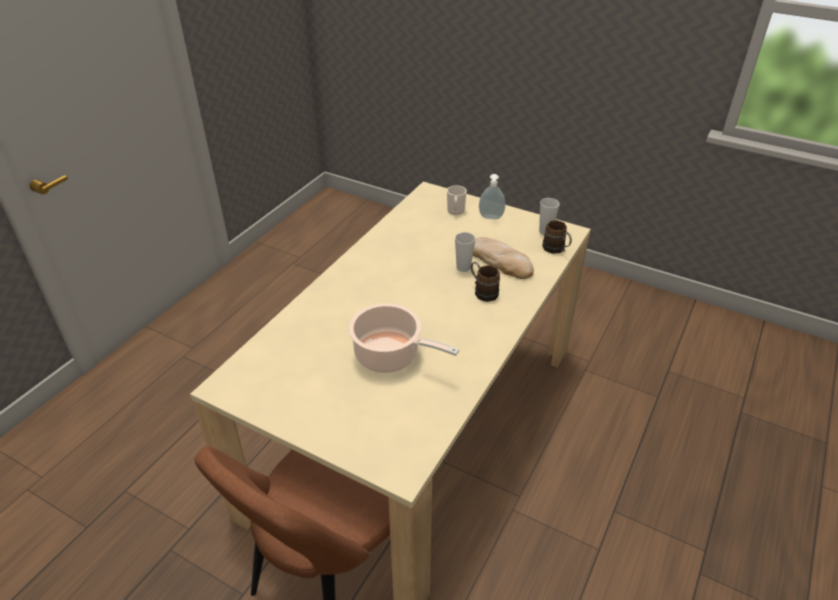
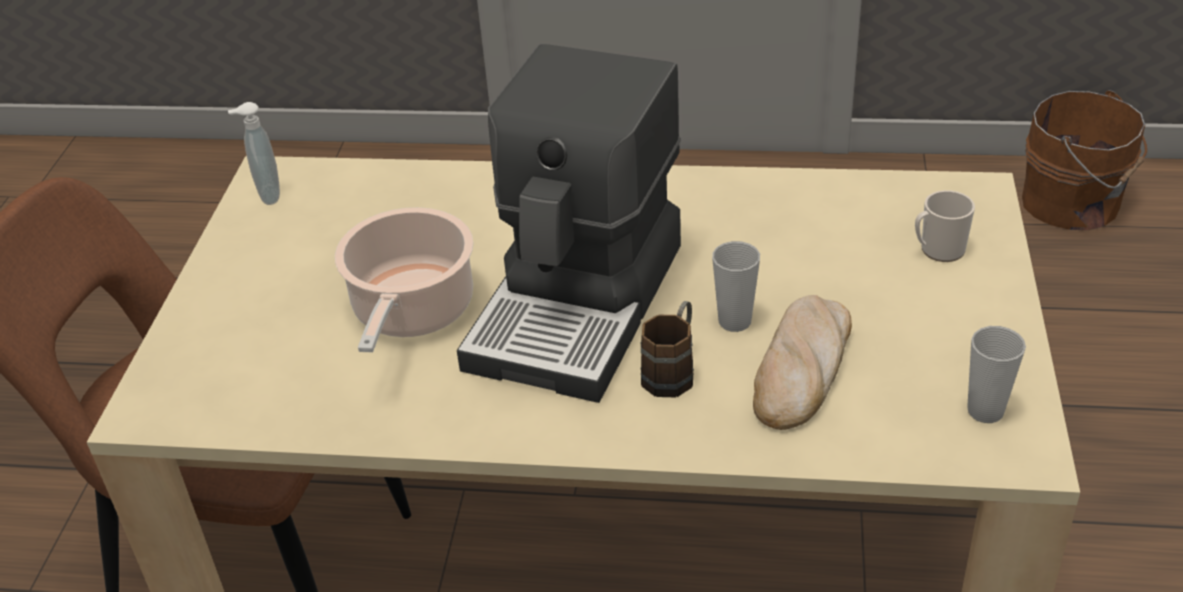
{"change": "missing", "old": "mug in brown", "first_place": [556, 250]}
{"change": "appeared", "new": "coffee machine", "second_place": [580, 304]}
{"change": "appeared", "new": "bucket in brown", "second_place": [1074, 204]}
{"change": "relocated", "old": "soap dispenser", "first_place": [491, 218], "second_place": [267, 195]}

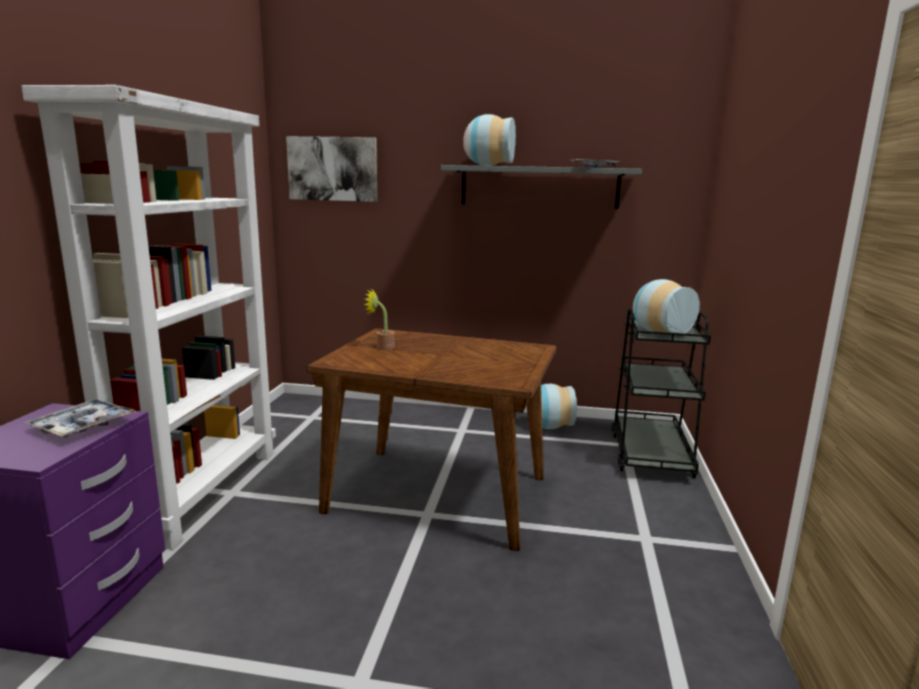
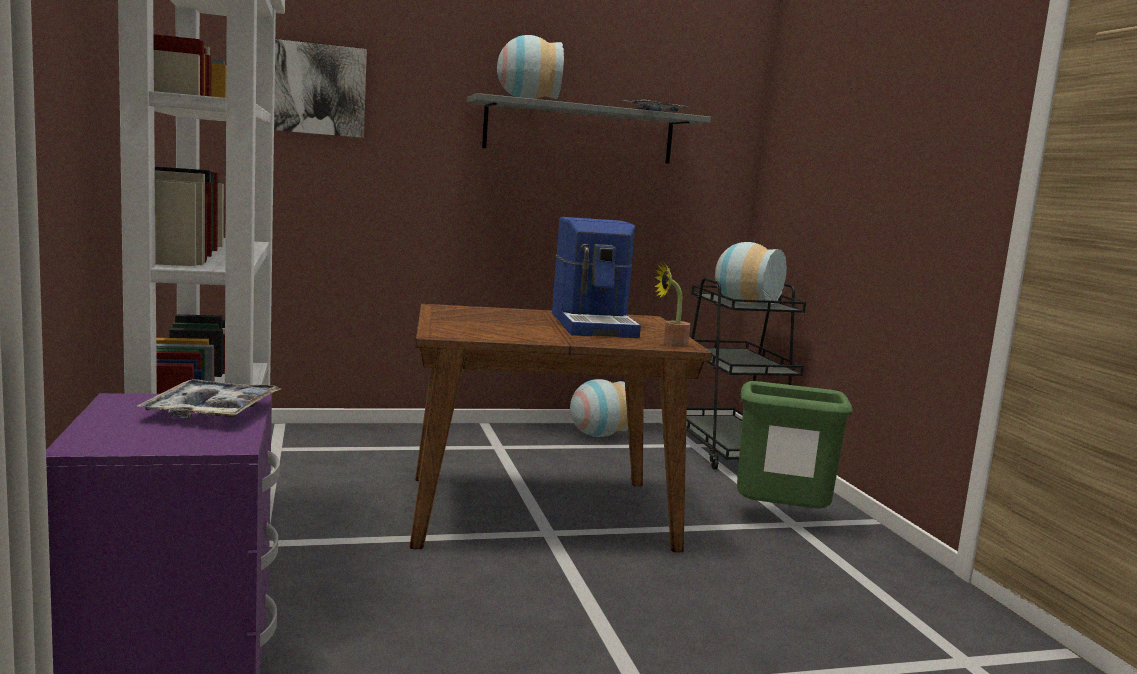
{"change": "appeared", "new": "coffee machine", "second_place": [594, 325]}
{"change": "appeared", "new": "trash can in green", "second_place": [779, 521]}
{"change": "relocated", "old": "potted plant", "first_place": [382, 347], "second_place": [670, 344]}

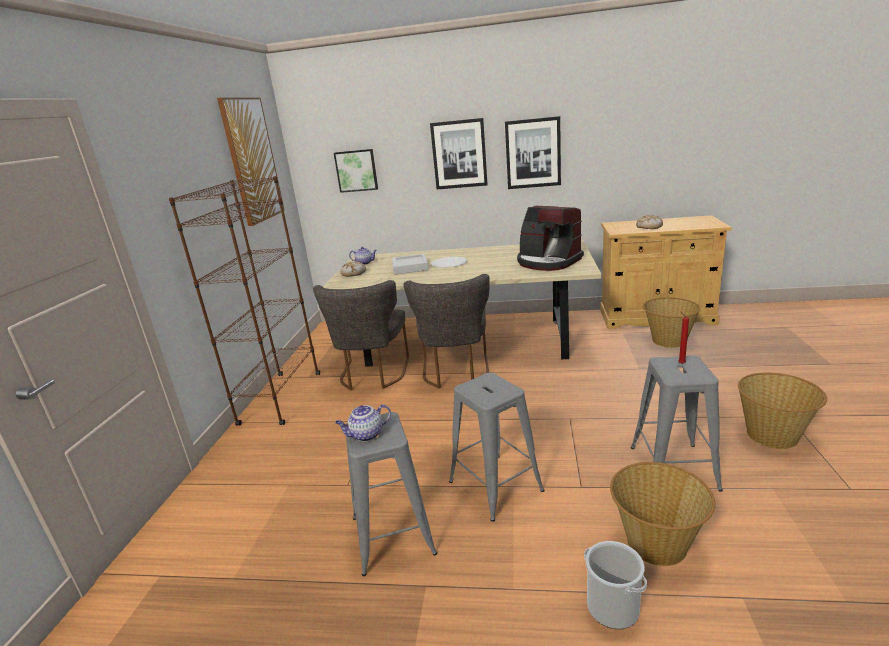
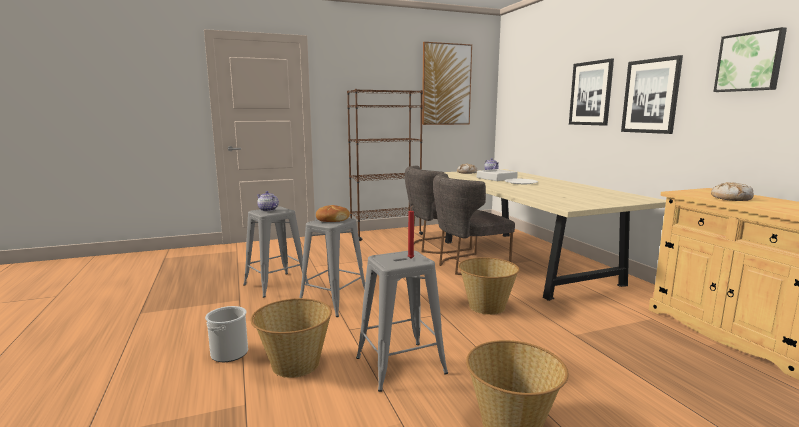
{"change": "missing", "old": "coffee machine", "first_place": [548, 262]}
{"change": "appeared", "new": "bread", "second_place": [332, 219]}
{"change": "relocated", "old": "picture", "first_place": [356, 170], "second_place": [750, 62]}
{"change": "relocated", "old": "basket", "first_place": [668, 340], "second_place": [486, 306]}

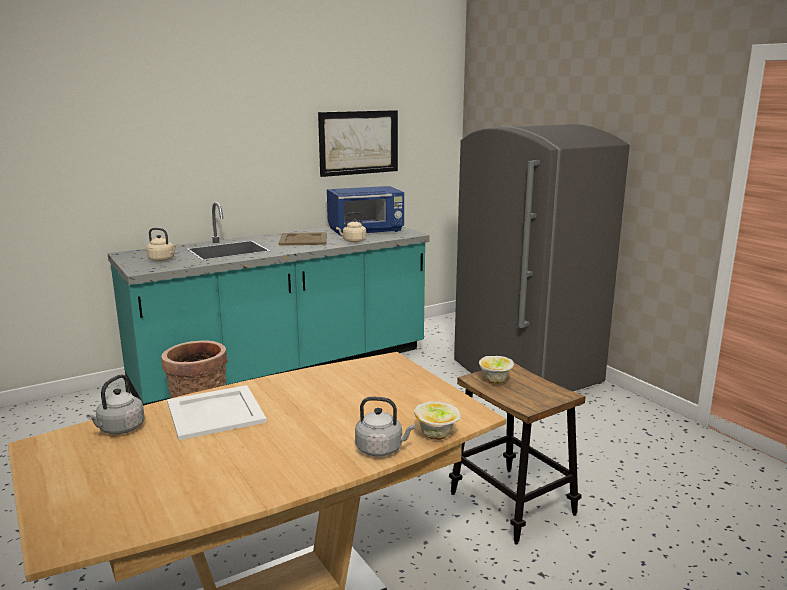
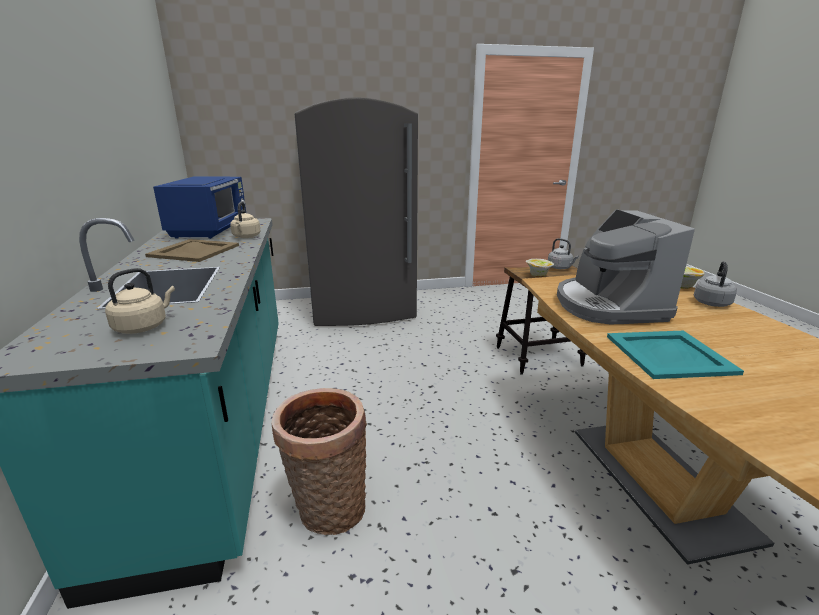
{"change": "missing", "old": "picture", "first_place": [358, 142]}
{"change": "appeared", "new": "coffee machine", "second_place": [608, 305]}
{"change": "relocated", "old": "kettle in grey", "first_place": [119, 429], "second_place": [560, 268]}
{"change": "colour", "old": "tray in white", "new": "tray in turquoise", "first_place": [216, 412], "second_place": [669, 354]}

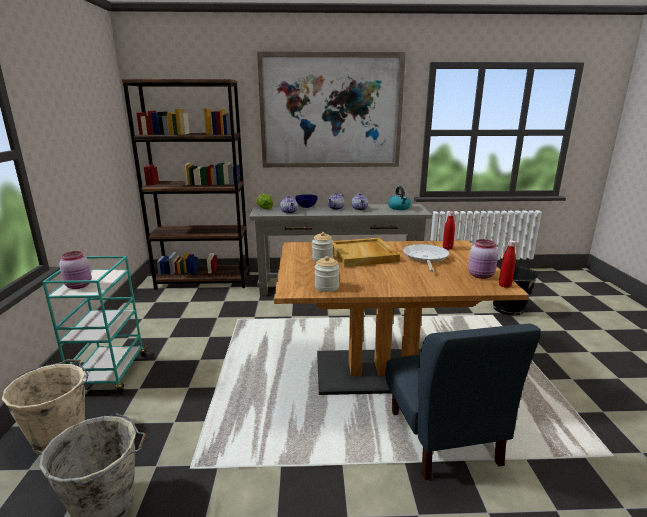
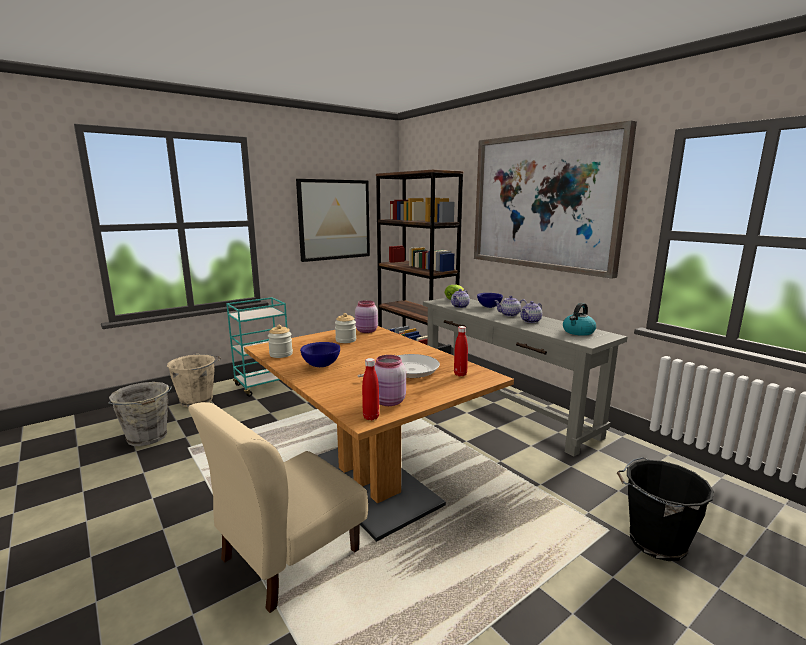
{"change": "missing", "old": "tray in beige", "first_place": [363, 255]}
{"change": "appeared", "new": "picture", "second_place": [334, 220]}
{"change": "appeared", "new": "bowl in blue", "second_place": [321, 365]}
{"change": "relocated", "old": "jar in pink", "first_place": [79, 286], "second_place": [367, 331]}
{"change": "colour", "old": "chair in blue", "new": "chair in beige", "first_place": [443, 438], "second_place": [289, 554]}

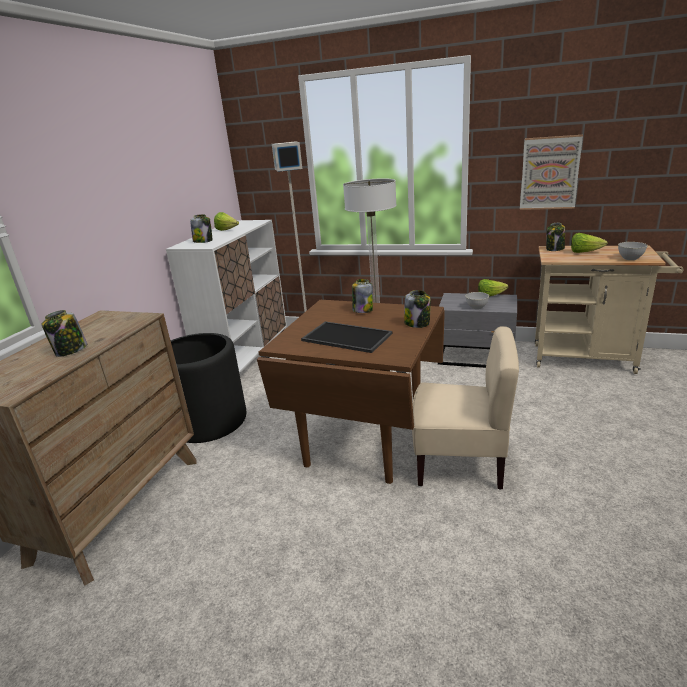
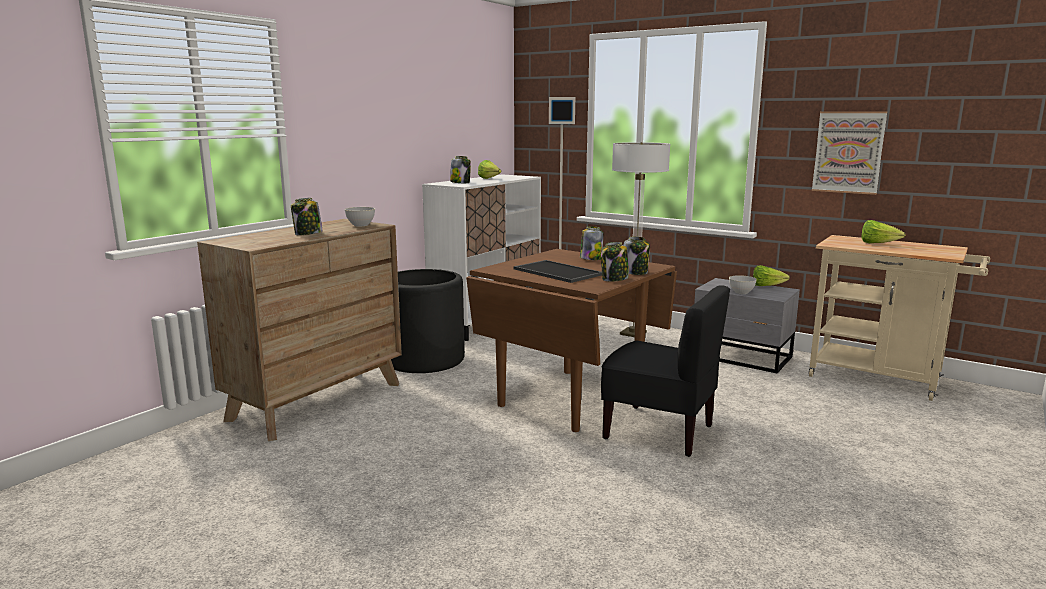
{"change": "relocated", "old": "jar", "first_place": [555, 249], "second_place": [614, 279]}
{"change": "relocated", "old": "bowl in grey", "first_place": [630, 258], "second_place": [360, 225]}
{"change": "colour", "old": "chair in beige", "new": "chair in black", "first_place": [460, 463], "second_place": [659, 431]}

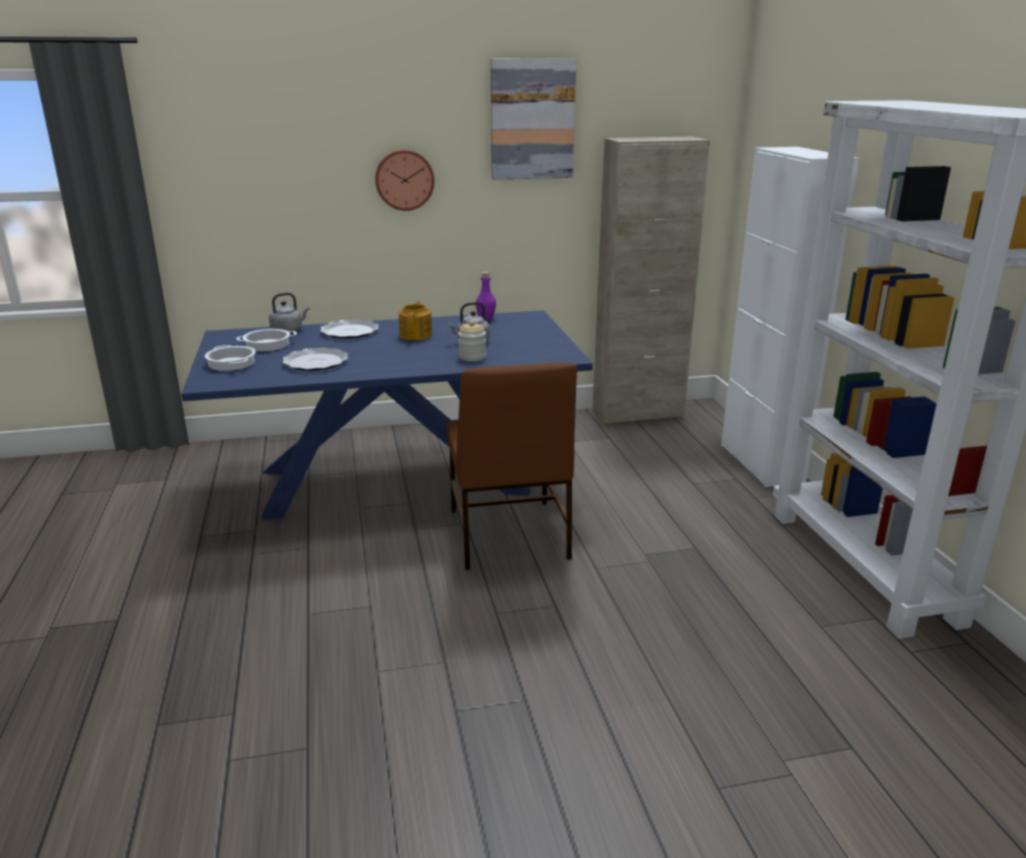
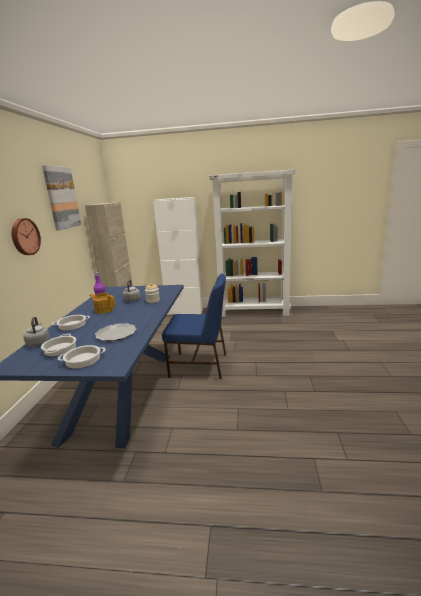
{"change": "exchanged", "old": "plate", "new": "cooking pot", "first_place": [350, 332], "second_place": [72, 325]}
{"change": "colour", "old": "chair in brown", "new": "chair in blue", "first_place": [507, 535], "second_place": [200, 365]}

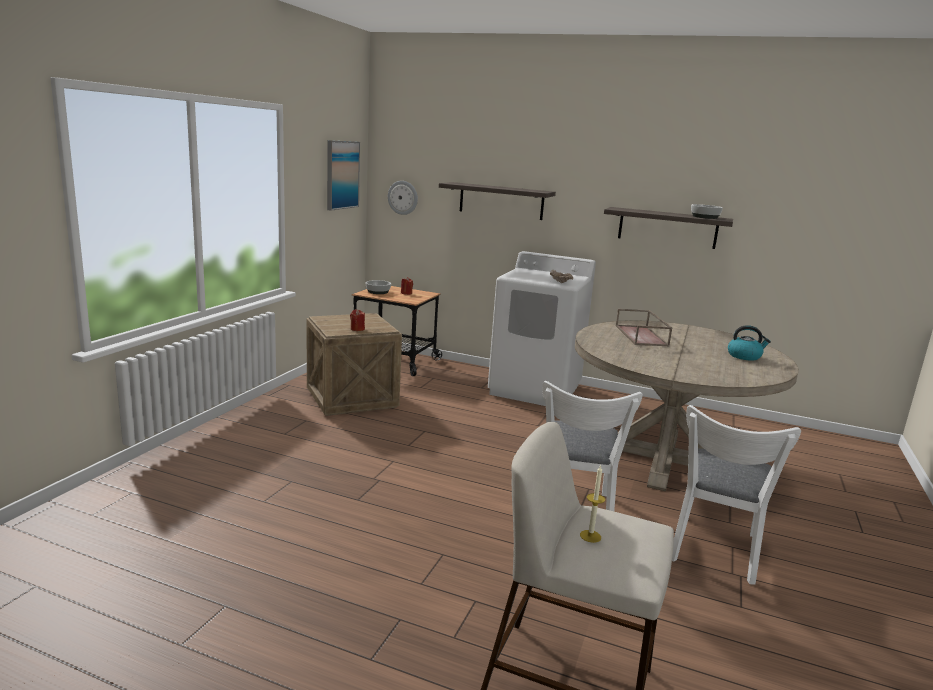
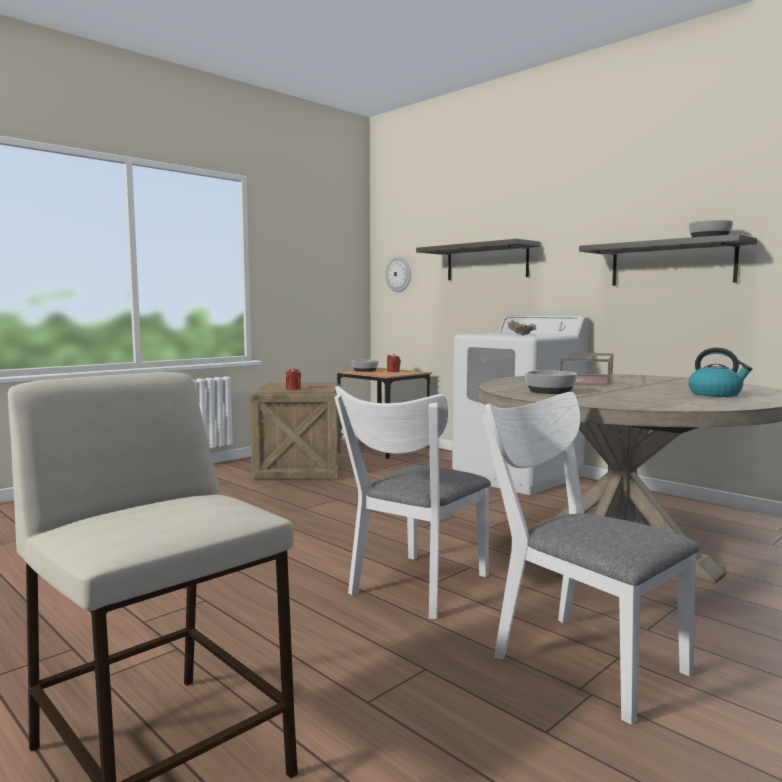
{"change": "missing", "old": "picture", "first_place": [342, 175]}
{"change": "missing", "old": "candle", "first_place": [590, 536]}
{"change": "appeared", "new": "bowl", "second_place": [549, 391]}
{"change": "spun", "old": "chair in white", "first_place": [714, 552], "second_place": [578, 658], "degrees": 90}

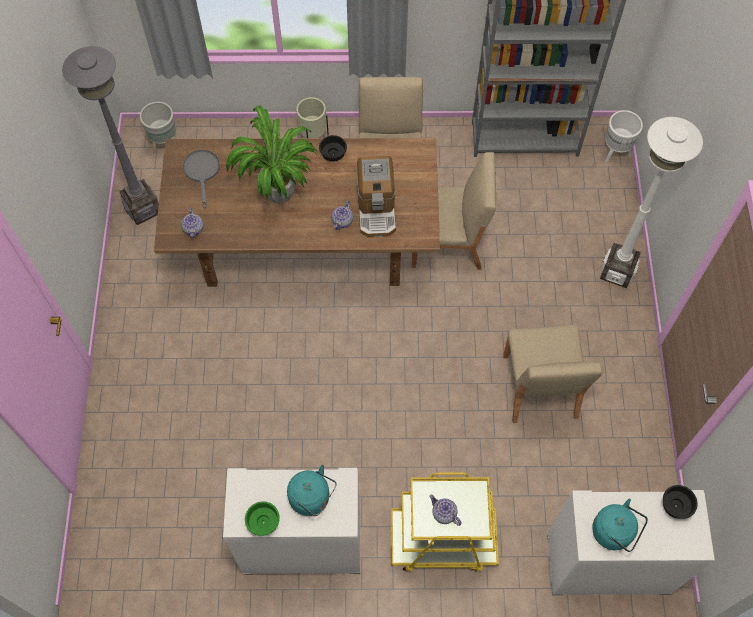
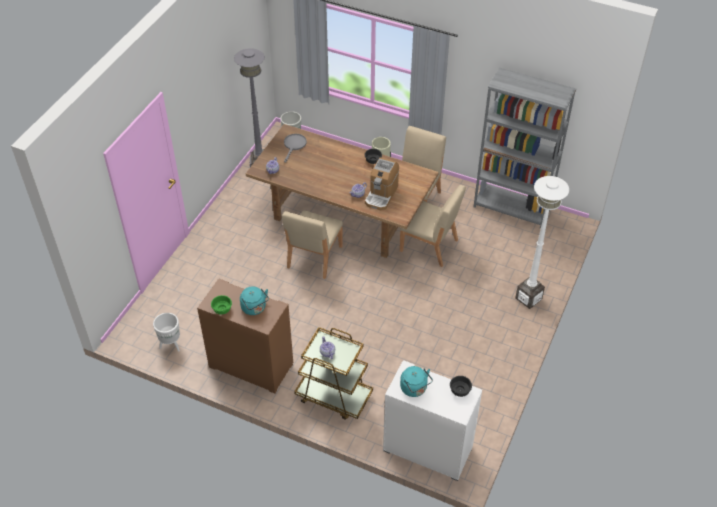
{"change": "missing", "old": "potted plant", "first_place": [279, 191]}
{"change": "relocated", "old": "chair in beige", "first_place": [539, 387], "second_place": [314, 257]}
{"change": "relocated", "old": "planter in white", "first_place": [615, 152], "second_place": [171, 345]}
{"change": "colour", "old": "cabinet in white", "new": "cabinet in brown", "first_place": [301, 544], "second_place": [250, 366]}
{"change": "colour", "old": "cart in yellow", "new": "cart in brown", "first_place": [442, 540], "second_place": [333, 396]}

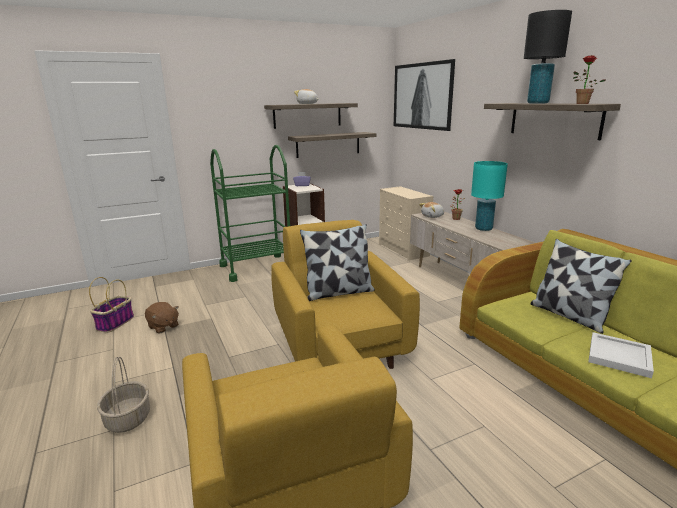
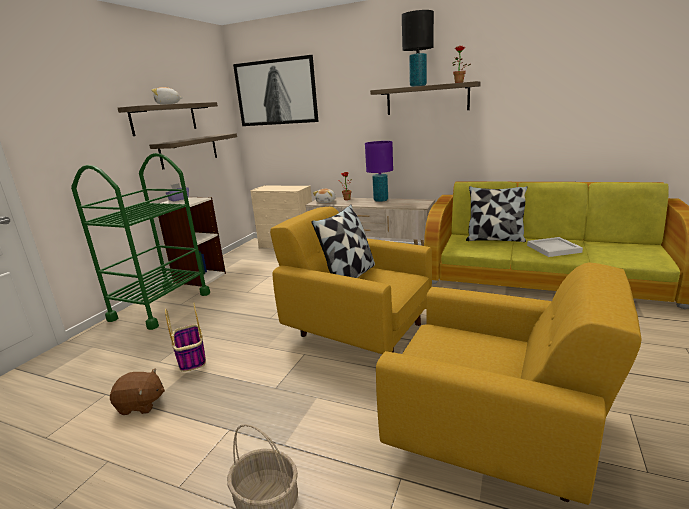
{"change": "relocated", "old": "basket", "first_place": [115, 323], "second_place": [191, 358]}
{"change": "colour", "old": "table lamp in turquoise", "new": "table lamp in purple", "first_place": [483, 229], "second_place": [380, 200]}

